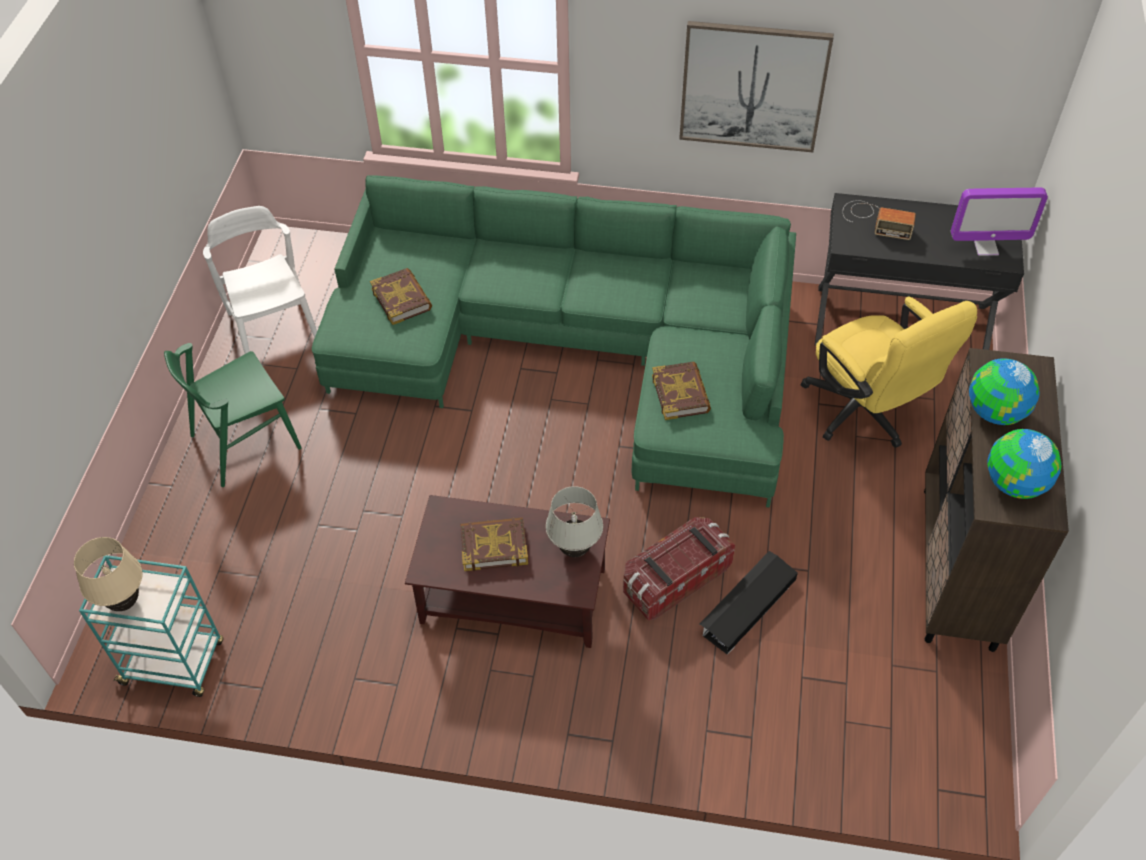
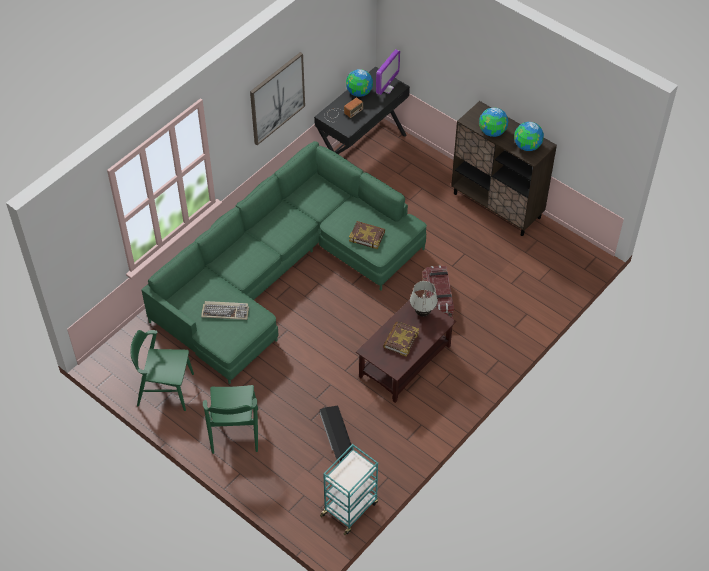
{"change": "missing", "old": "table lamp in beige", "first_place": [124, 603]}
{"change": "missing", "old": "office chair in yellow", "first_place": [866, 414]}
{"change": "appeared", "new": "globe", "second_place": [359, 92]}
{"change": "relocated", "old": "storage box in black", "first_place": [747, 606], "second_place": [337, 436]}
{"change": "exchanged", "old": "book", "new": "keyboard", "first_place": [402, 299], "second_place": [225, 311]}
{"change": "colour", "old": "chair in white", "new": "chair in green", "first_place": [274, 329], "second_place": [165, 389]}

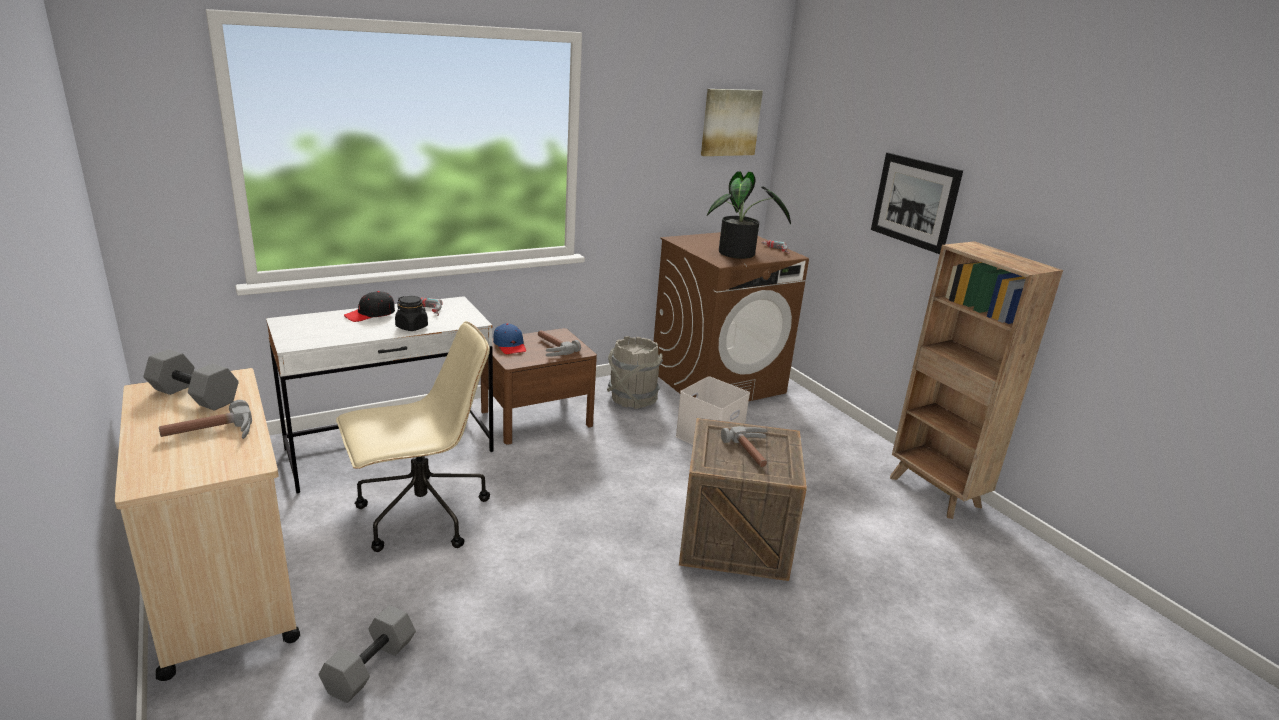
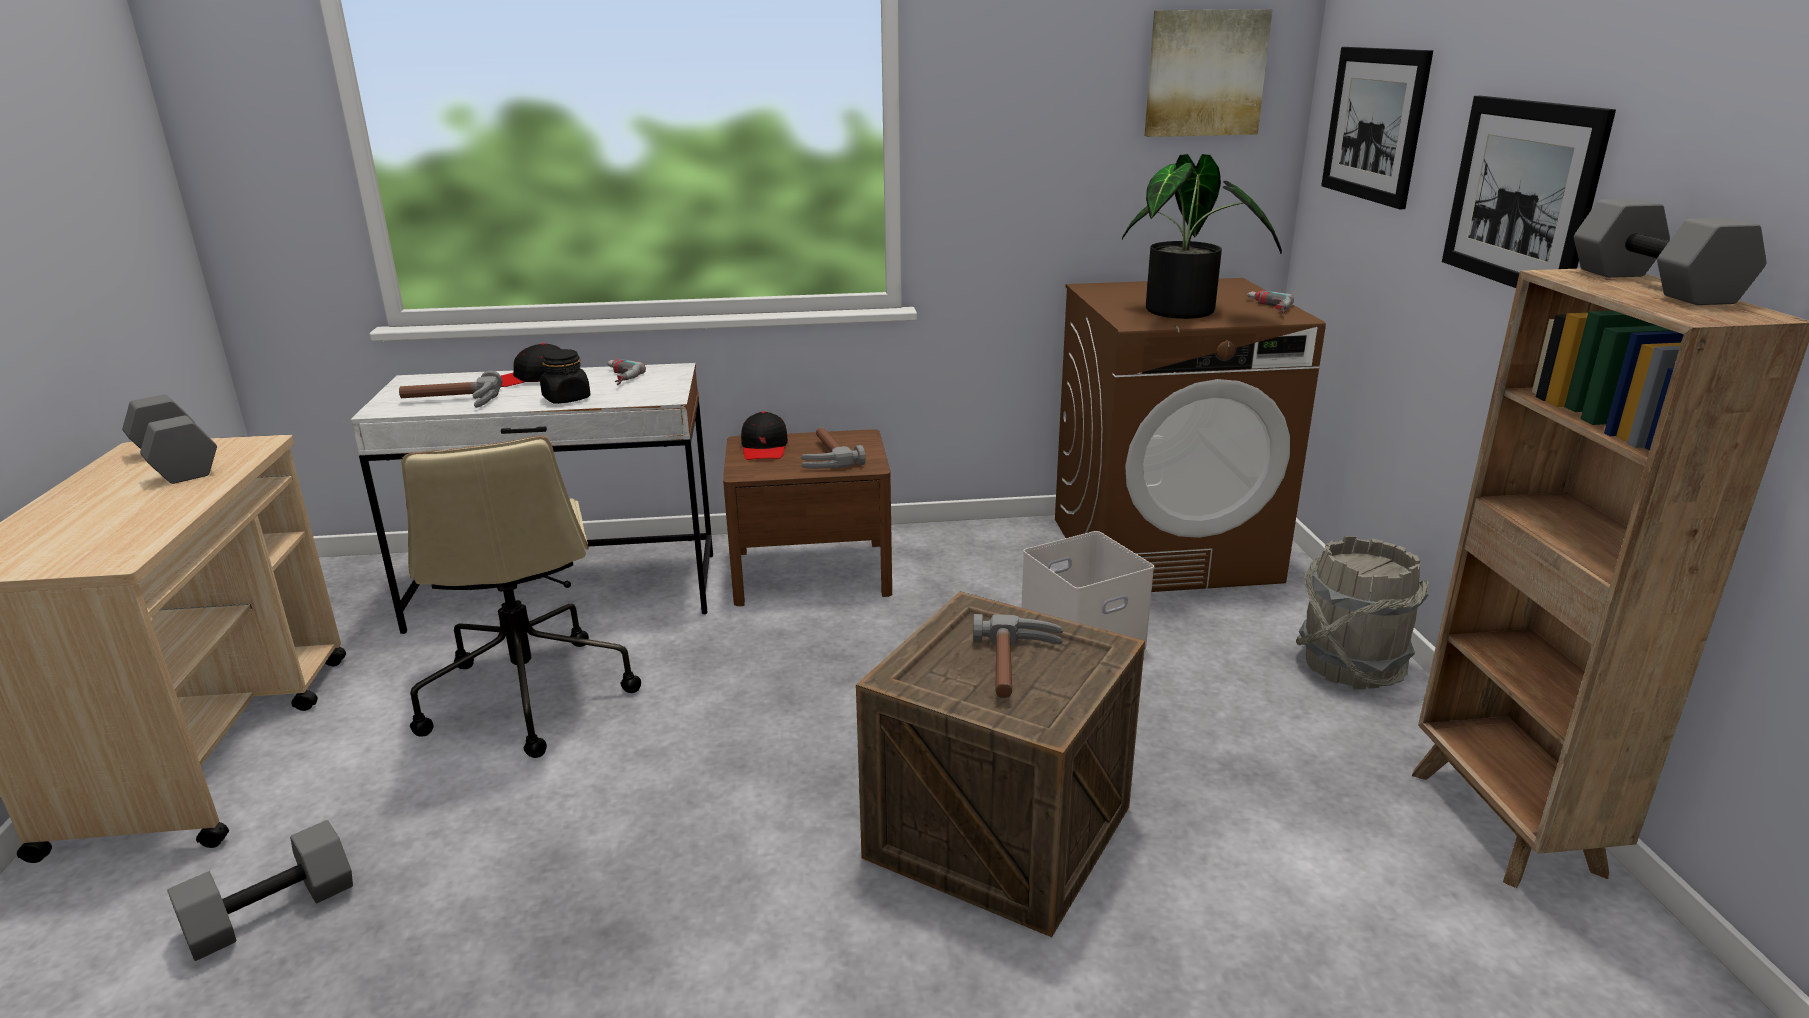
{"change": "appeared", "new": "picture", "second_place": [1374, 124]}
{"change": "appeared", "new": "dumbbell in grey", "second_place": [1657, 286]}
{"change": "relocated", "old": "hammer", "first_place": [210, 435], "second_place": [450, 403]}
{"change": "relocated", "old": "bucket in grey", "first_place": [632, 399], "second_place": [1351, 666]}
{"change": "colour", "old": "cap in blue", "new": "cap in black", "first_place": [510, 345], "second_place": [764, 448]}
{"change": "spun", "old": "office chair in beige", "first_place": [420, 516], "second_place": [527, 695], "degrees": 75}

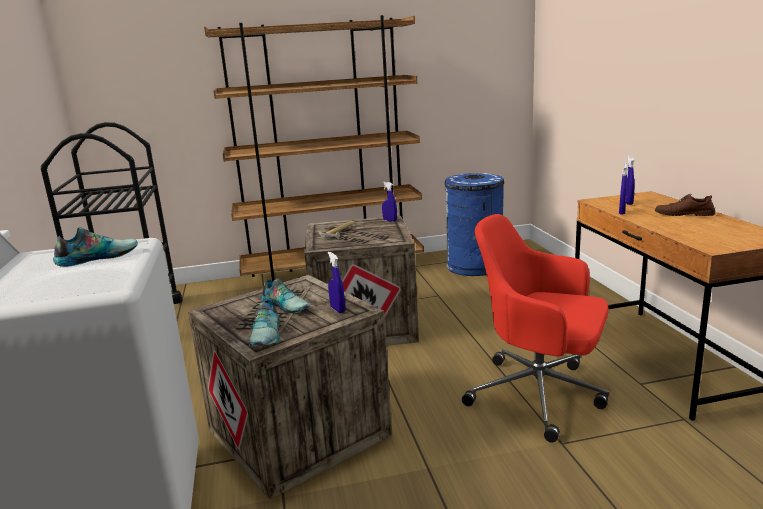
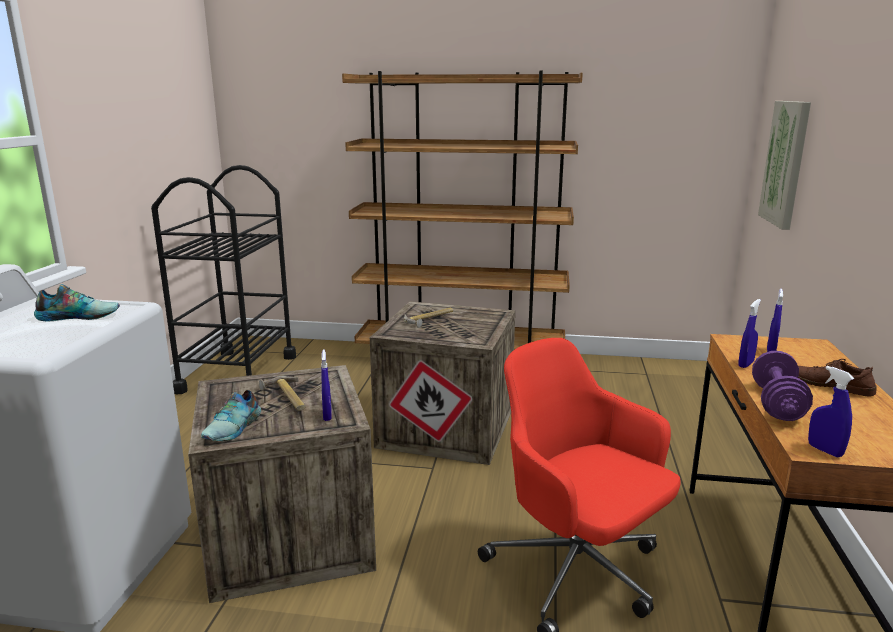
{"change": "missing", "old": "trash can in blue", "first_place": [474, 266]}
{"change": "appeared", "new": "dumbbell in purple", "second_place": [777, 403]}
{"change": "appeared", "new": "picture", "second_place": [786, 163]}
{"change": "relocated", "old": "spray bottle in blue", "first_place": [390, 220], "second_place": [824, 450]}
{"change": "exchanged", "old": "shoe", "new": "hammer", "first_place": [286, 306], "second_place": [286, 398]}

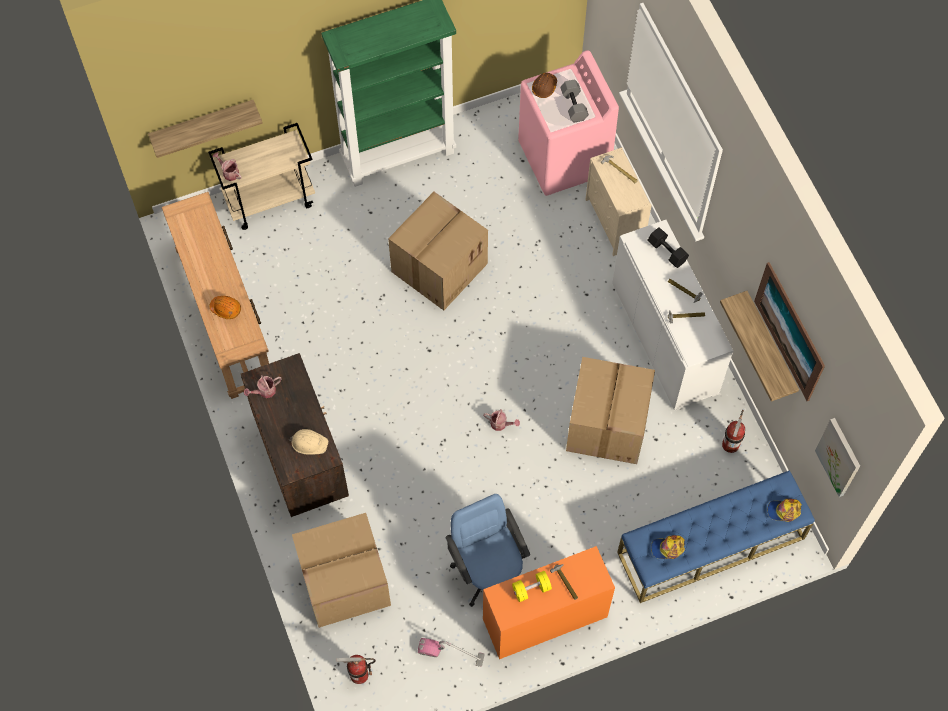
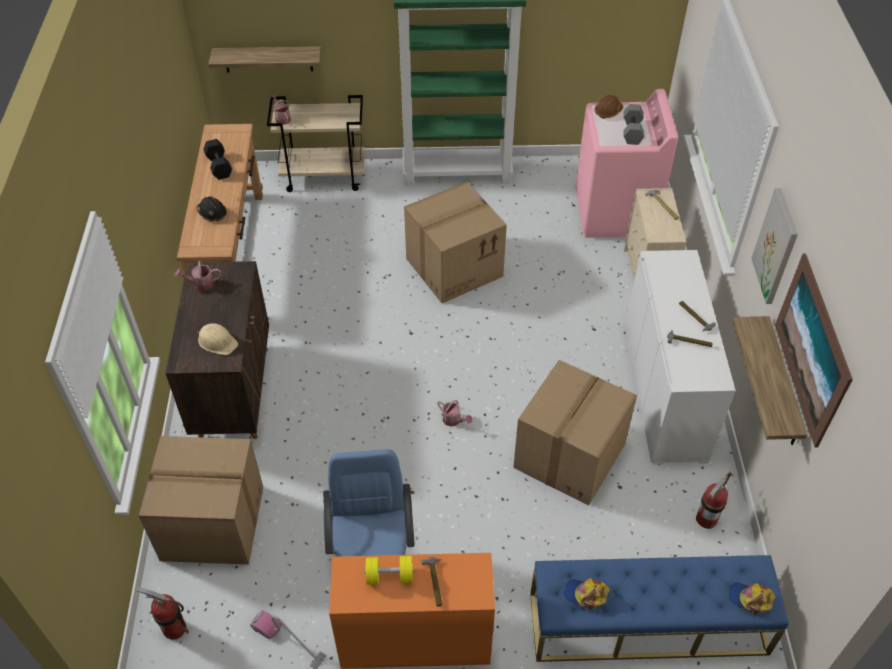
{"change": "relocated", "old": "dumbbell in black", "first_place": [666, 252], "second_place": [218, 166]}
{"change": "relocated", "old": "picture", "first_place": [839, 457], "second_place": [776, 247]}
{"change": "colour", "old": "hard hat in orange", "new": "hard hat in black", "first_place": [226, 309], "second_place": [212, 213]}

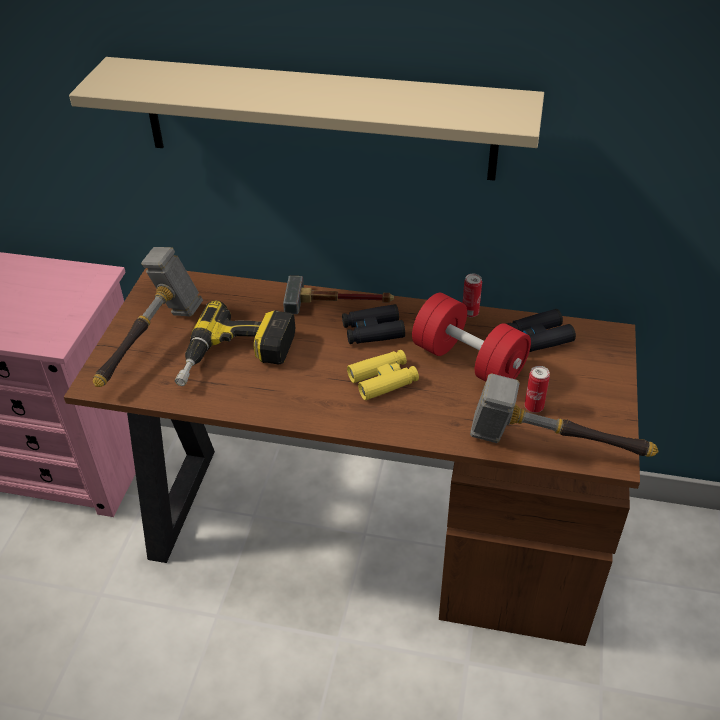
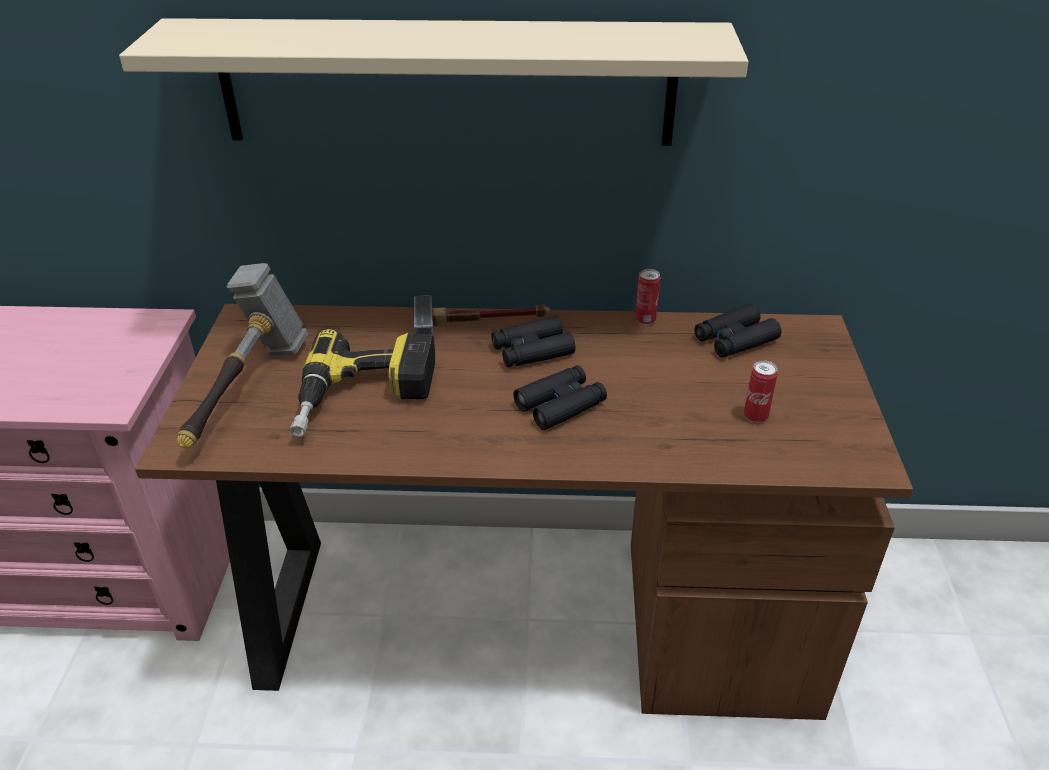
{"change": "missing", "old": "dumbbell in red", "first_place": [468, 361]}
{"change": "missing", "old": "hammer", "first_place": [551, 449]}
{"change": "colour", "old": "binoculars in yellow", "new": "binoculars in black", "first_place": [383, 380], "second_place": [560, 405]}

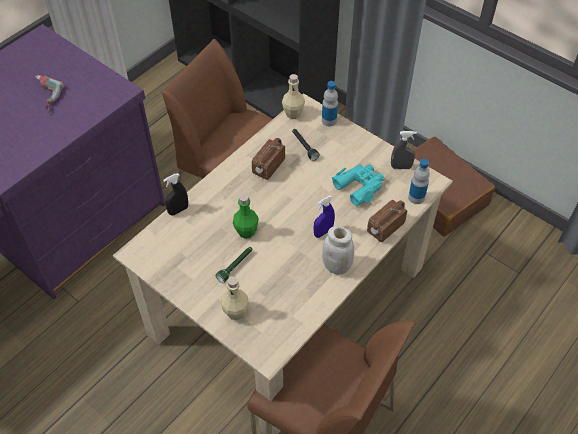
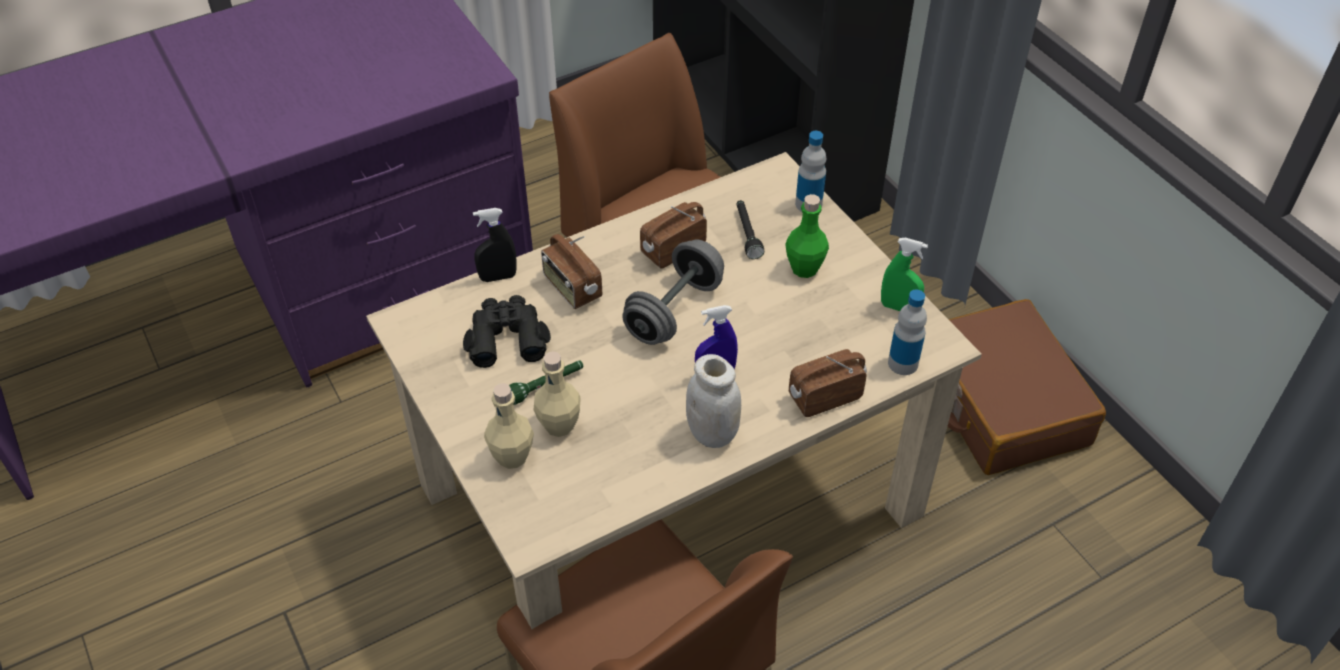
{"change": "missing", "old": "power drill", "first_place": [43, 96]}
{"change": "missing", "old": "binoculars in turquoise", "first_place": [359, 186]}
{"change": "appeared", "new": "binoculars in black", "second_place": [506, 337]}
{"change": "appeared", "new": "radio", "second_place": [571, 288]}
{"change": "appeared", "new": "dumbbell in grey", "second_place": [674, 311]}
{"change": "relocated", "old": "bottle in green", "first_place": [246, 232], "second_place": [804, 268]}
{"change": "relocated", "old": "bottle in beige", "first_place": [293, 114], "second_place": [559, 425]}
{"change": "colour", "old": "spray bottle in grey", "new": "spray bottle in green", "first_place": [401, 167], "second_place": [898, 307]}

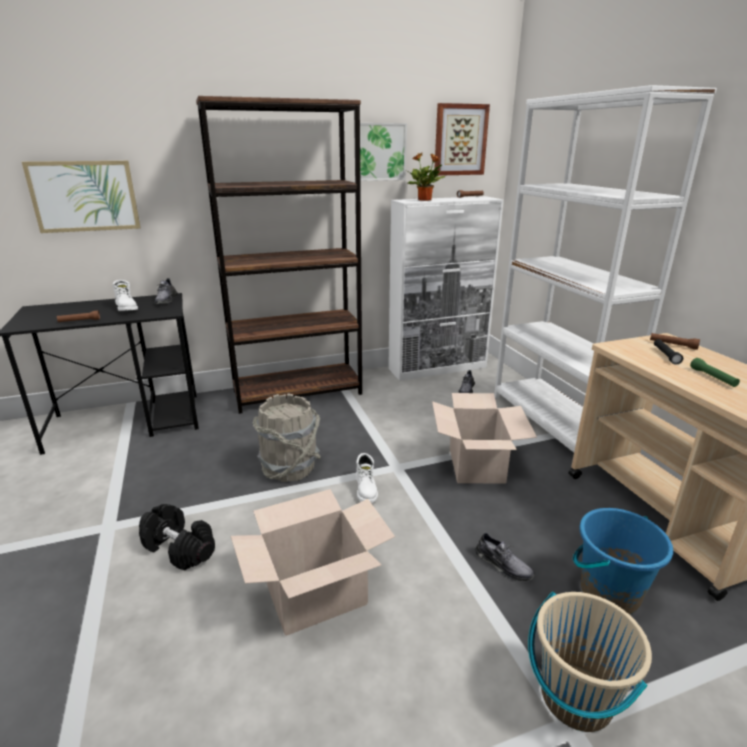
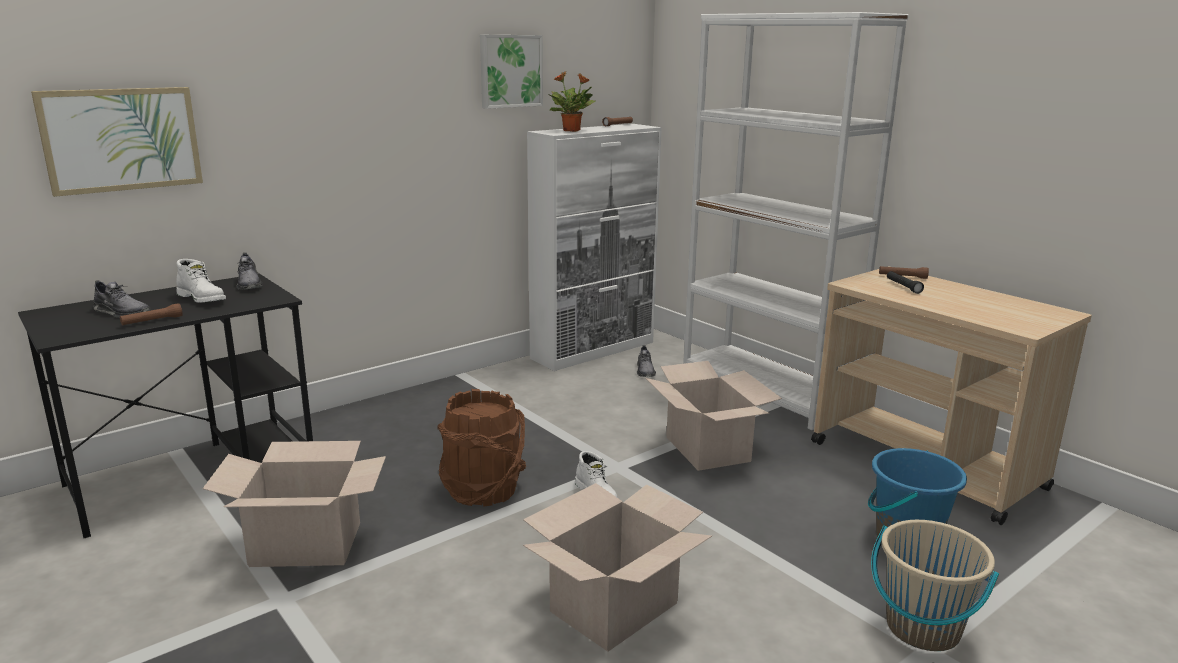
{"change": "missing", "old": "dumbbell in black", "first_place": [180, 548]}
{"change": "missing", "old": "bookcase in brown", "first_place": [298, 392]}
{"change": "missing", "old": "picture", "first_place": [460, 140]}
{"change": "missing", "old": "flashlight in green", "first_place": [713, 378]}
{"change": "appeared", "new": "cardboard box", "second_place": [305, 545]}
{"change": "relocated", "old": "shoe in grey", "first_place": [503, 565], "second_place": [121, 312]}
{"change": "colour", "old": "bucket in grey", "new": "bucket in brown", "first_place": [289, 468], "second_place": [483, 490]}

